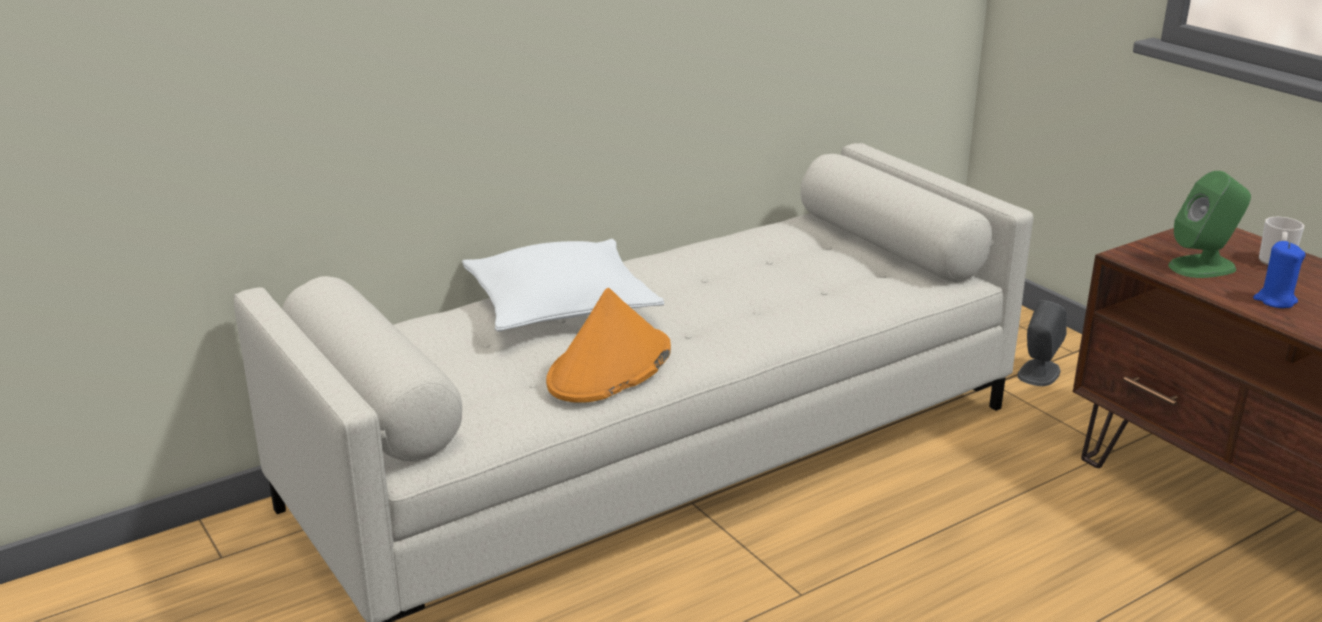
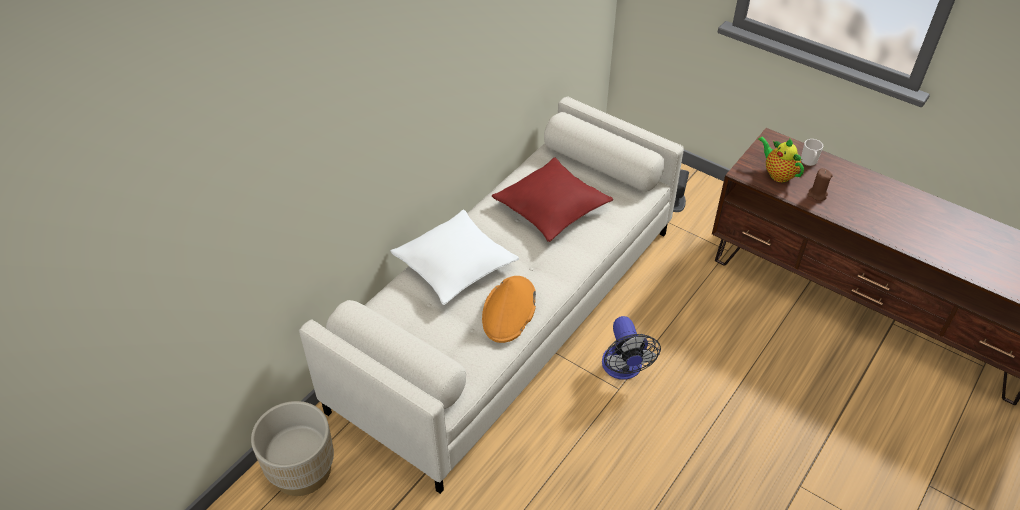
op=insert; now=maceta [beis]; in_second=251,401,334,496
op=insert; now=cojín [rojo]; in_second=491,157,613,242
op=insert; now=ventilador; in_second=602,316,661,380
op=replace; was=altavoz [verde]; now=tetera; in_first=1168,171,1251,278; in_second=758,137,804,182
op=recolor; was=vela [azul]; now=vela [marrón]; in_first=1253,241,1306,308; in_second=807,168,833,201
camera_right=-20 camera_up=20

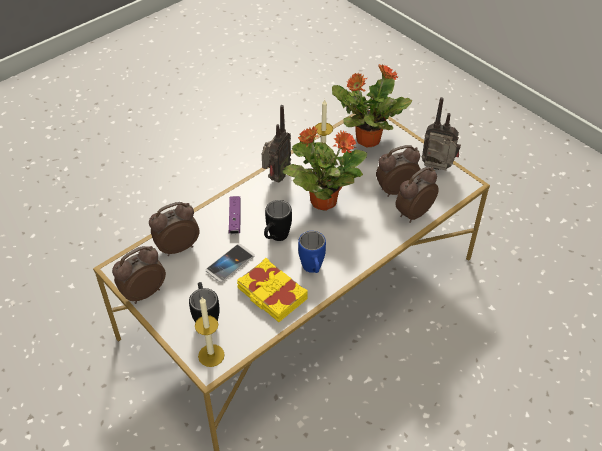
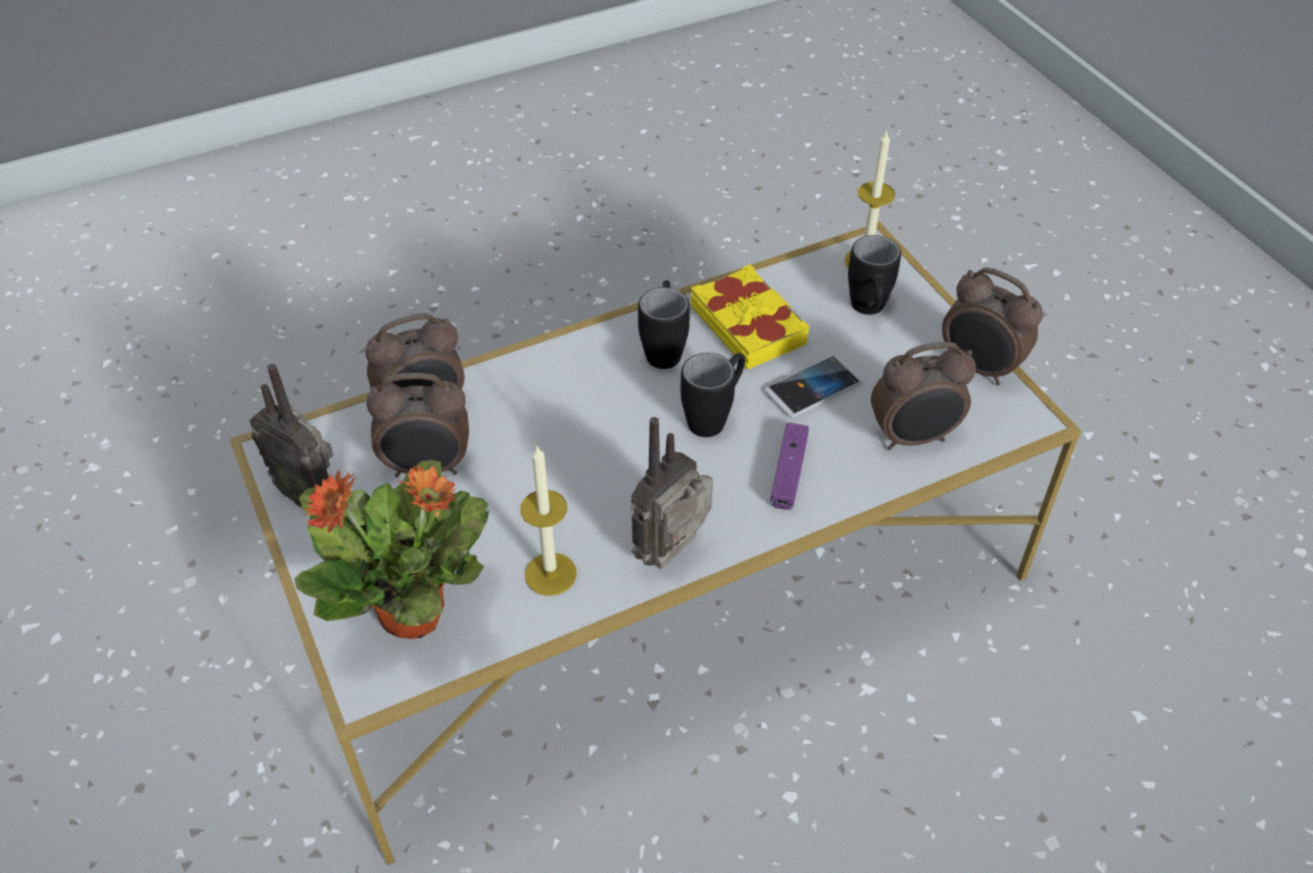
op=recolor; was=taza grande [azul]; now=taza grande [negro]; in_first=298,231,326,273; in_second=638,280,690,369
op=rotate; was=despertador; in_first=112,246,166,304; in_second=942,268,1043,385; clockwise=60
op=delete; was=planta en maceta; in_first=283,126,367,211
camera_right=-165 camera_up=0

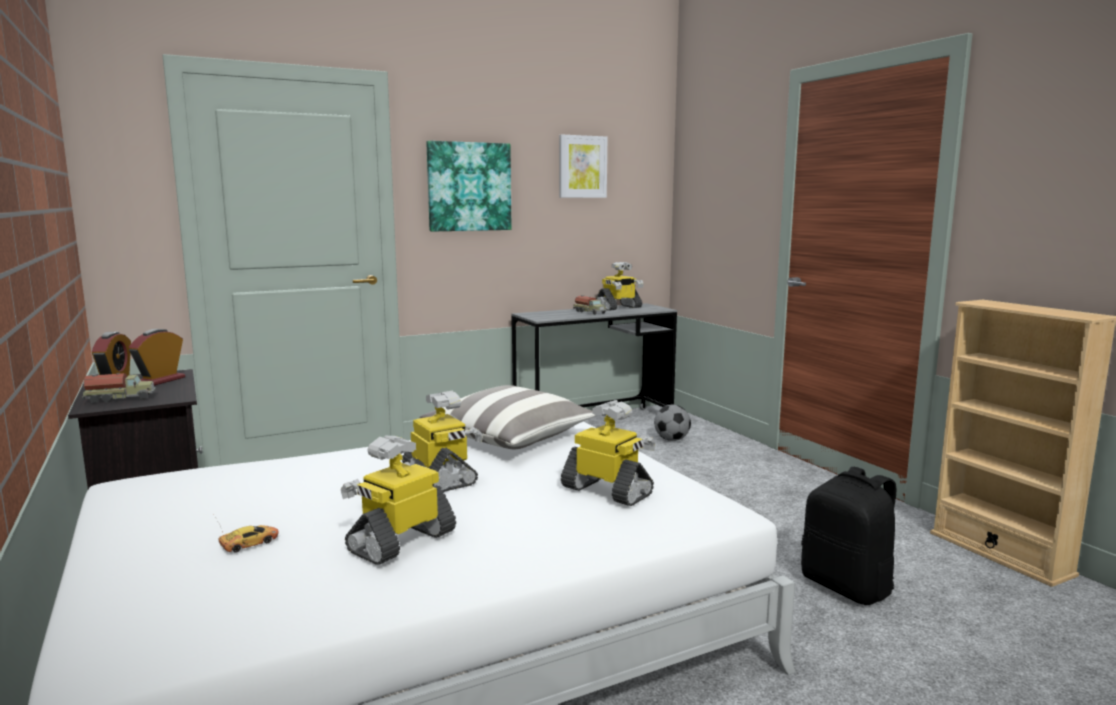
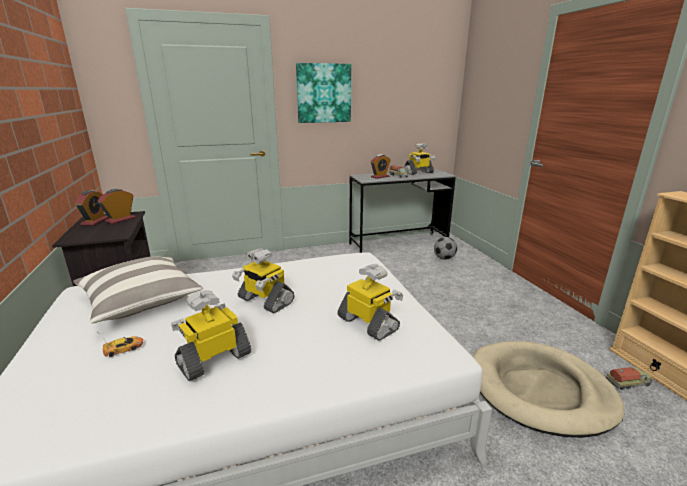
op=move; was=cojín; in_first=420,385,597,449; in_second=73,256,203,323
op=rotate; was=robot de juguete; in_first=402,390,483,492; in_second=232,248,294,313; clockwise=150
op=insert; now=despertador; in_second=371,155,391,179
op=replace; was=mochila [negro]; now=cama para perro [beis]; in_first=801,467,897,605; in_second=473,341,625,438
op=move; was=camión de juguete; in_first=82,373,156,403; in_second=606,367,653,390
op=delete; was=cuadro; in_first=559,135,607,198
camera_right=10 camera_up=10

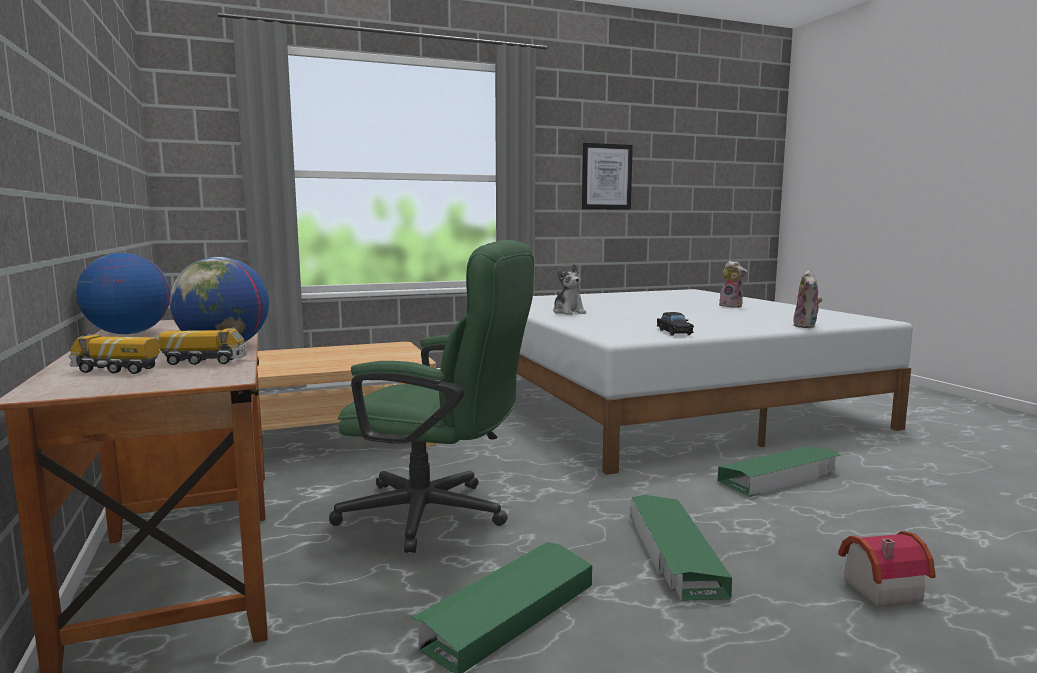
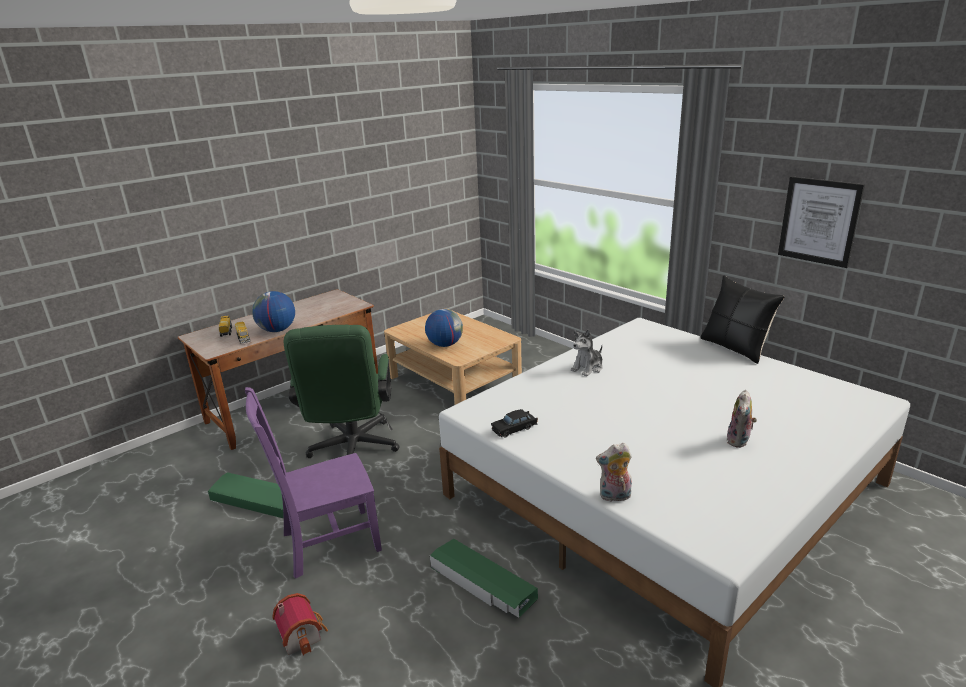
op=replace; was=caja de almacenaje [verde]; now=silla [morado]; in_first=631,495,732,601; in_second=245,387,382,579
op=move; was=globo terráqueo; in_first=76,253,170,334; in_second=425,309,463,347
op=insert; now=cojín [negro]; in_second=701,276,785,364
camera_right=70 camera_up=15

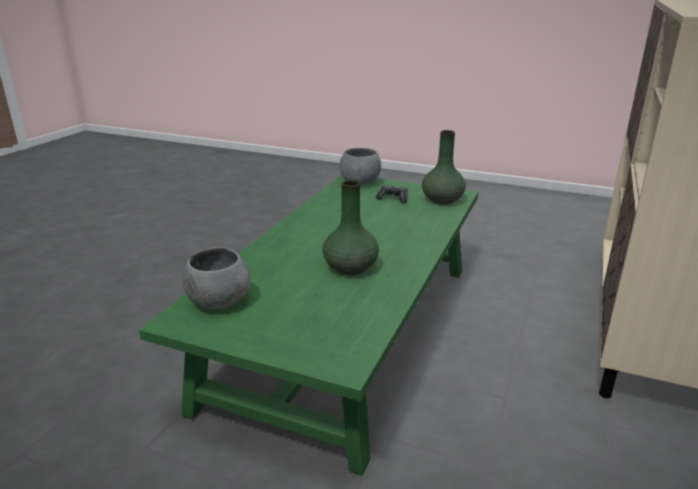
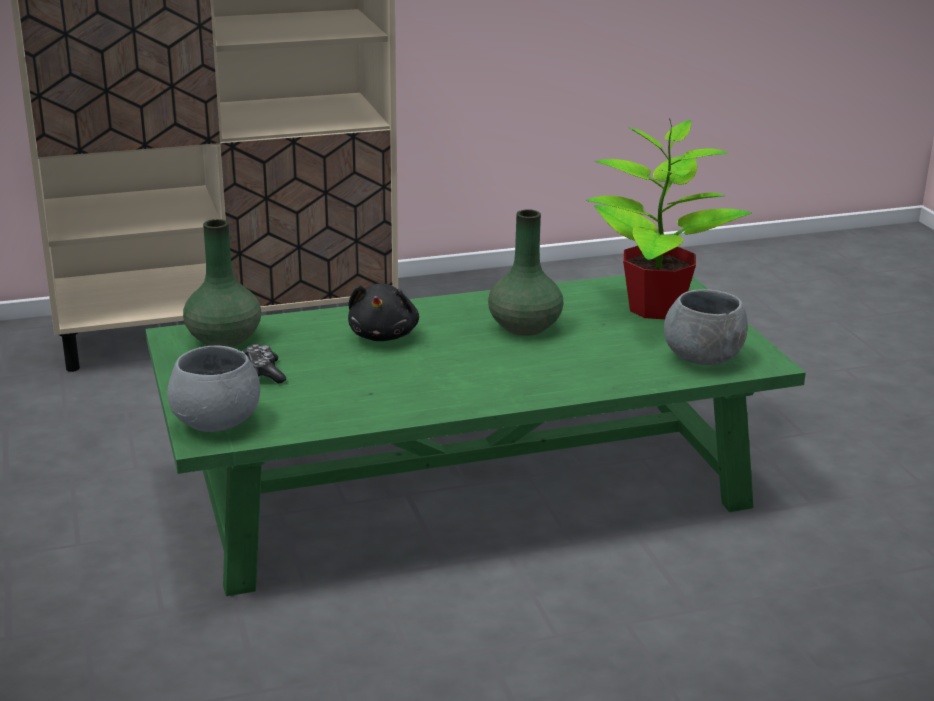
op=insert; now=peluche [negro]; in_second=348,284,419,341
op=insert; now=planta en maceta; in_second=586,118,752,319
camera_right=-130 camera_up=0

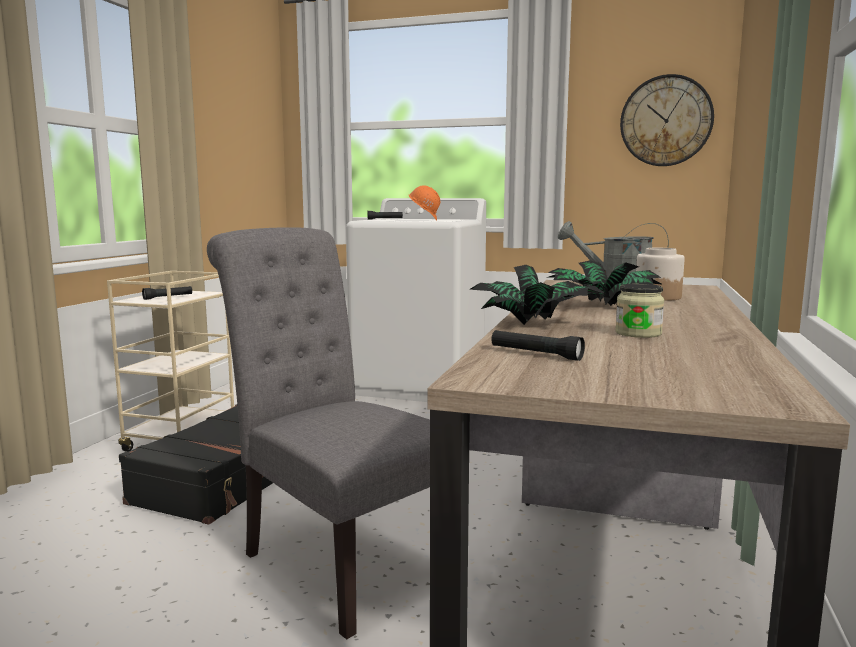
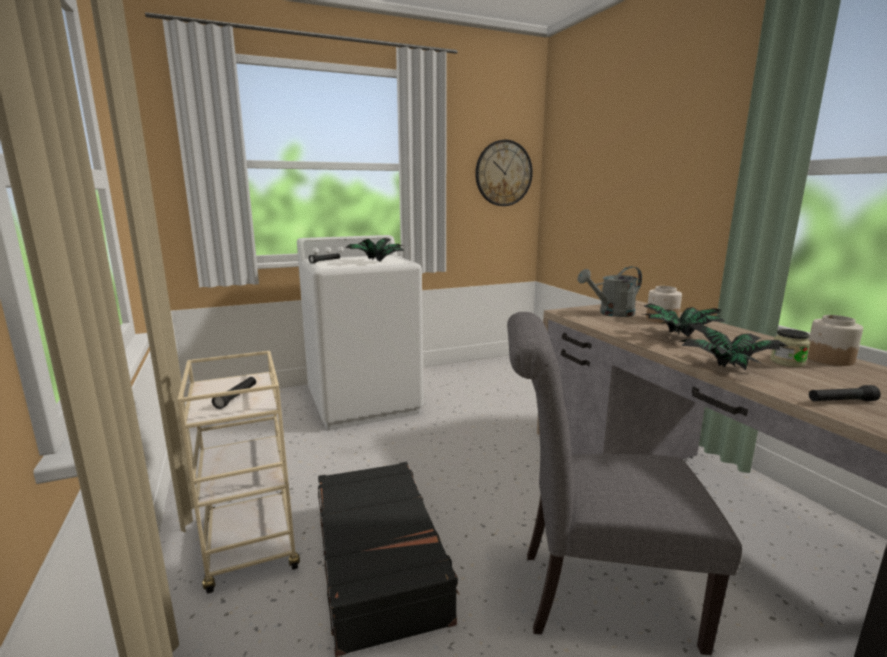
op=replace; was=casco [naranja]; now=planta en maceta; in_first=409,185,441,221; in_second=346,238,404,262
op=insert; now=tarro; in_second=807,315,863,366
camera_right=-40 camera_up=5

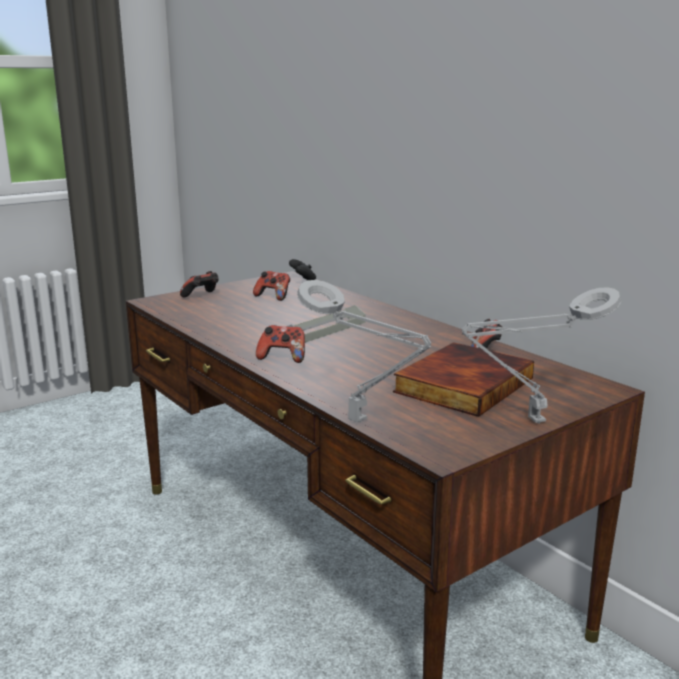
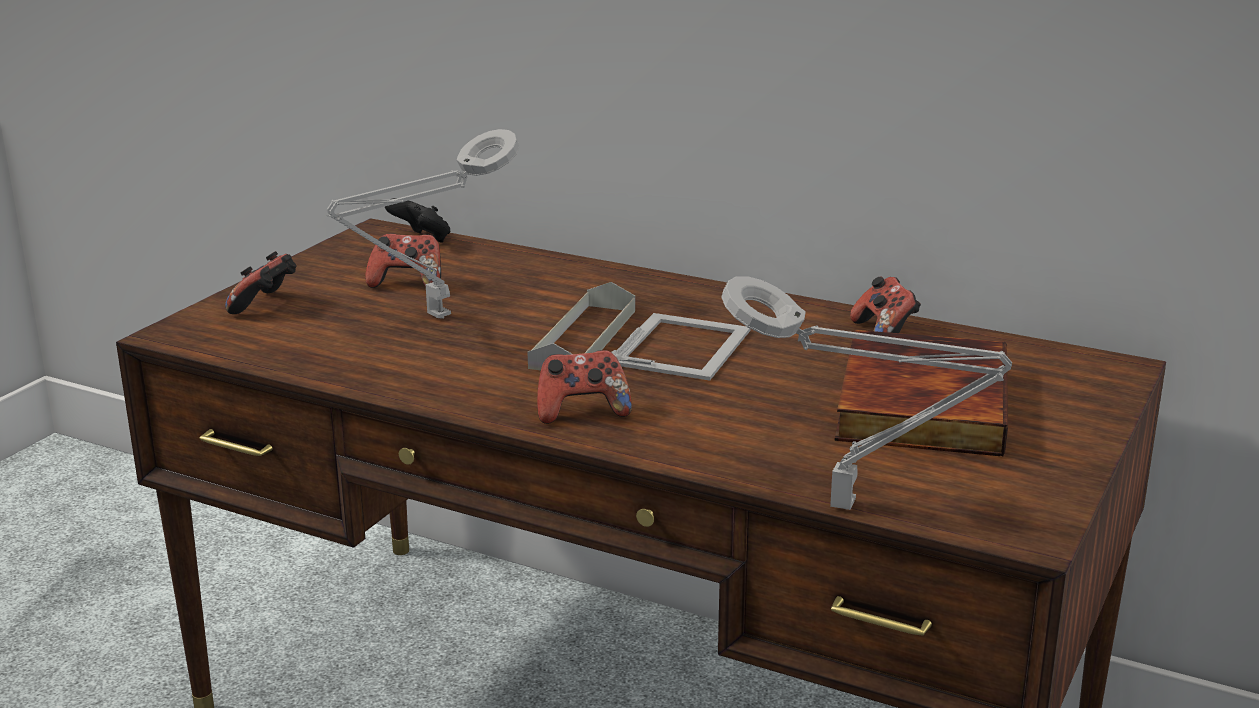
op=move; was=lámpara de mesa [gris]; in_first=462,287,621,423; in_second=326,129,520,319
op=insert; now=portarretratos; in_second=611,313,751,381
camera_right=-25 camera_up=5

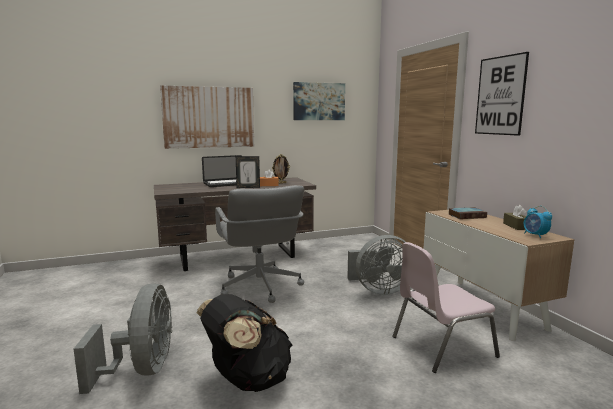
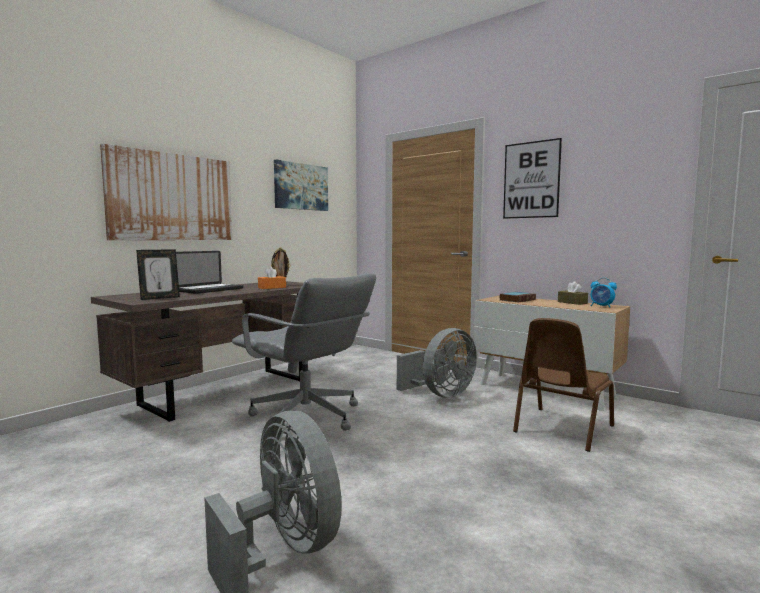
op=move; was=portarretratos; in_first=236,156,260,188; in_second=136,249,180,300
op=recolor; was=silla [rosa]; now=silla [marrón]; in_first=392,242,500,373; in_second=513,318,614,452
op=delete; was=mochila [negro]; in_first=197,294,292,392
camera_right=-30 camera_up=-5

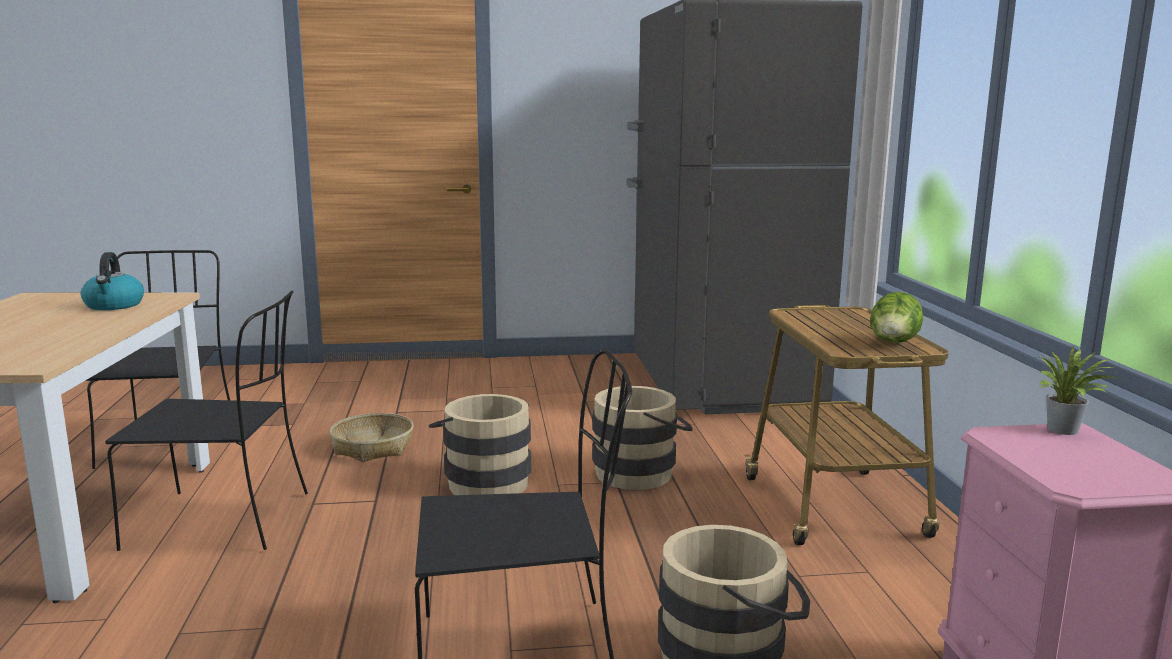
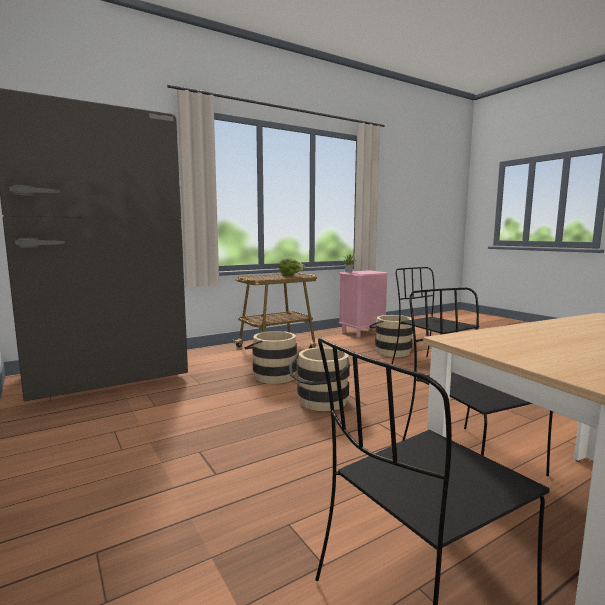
op=delete; was=hervidor; in_first=81,252,144,310
op=delete; was=cesta; in_first=330,413,414,462
camera_right=-115 camera_up=-5

